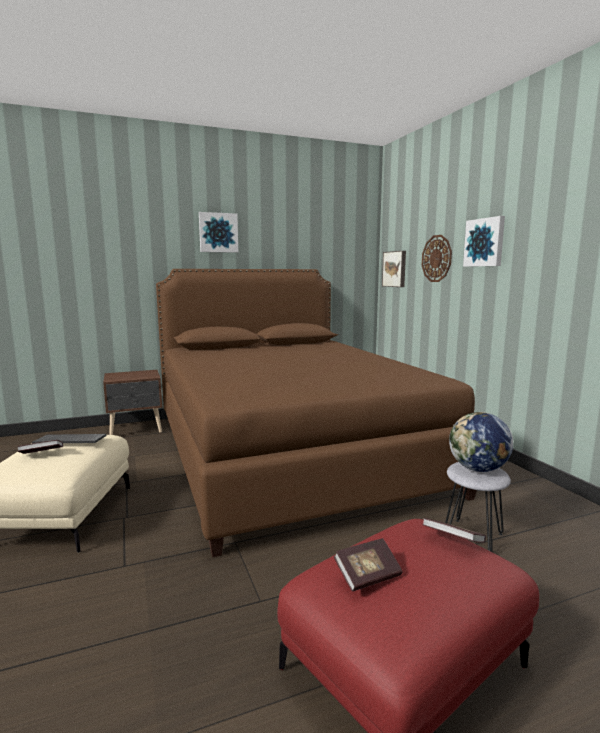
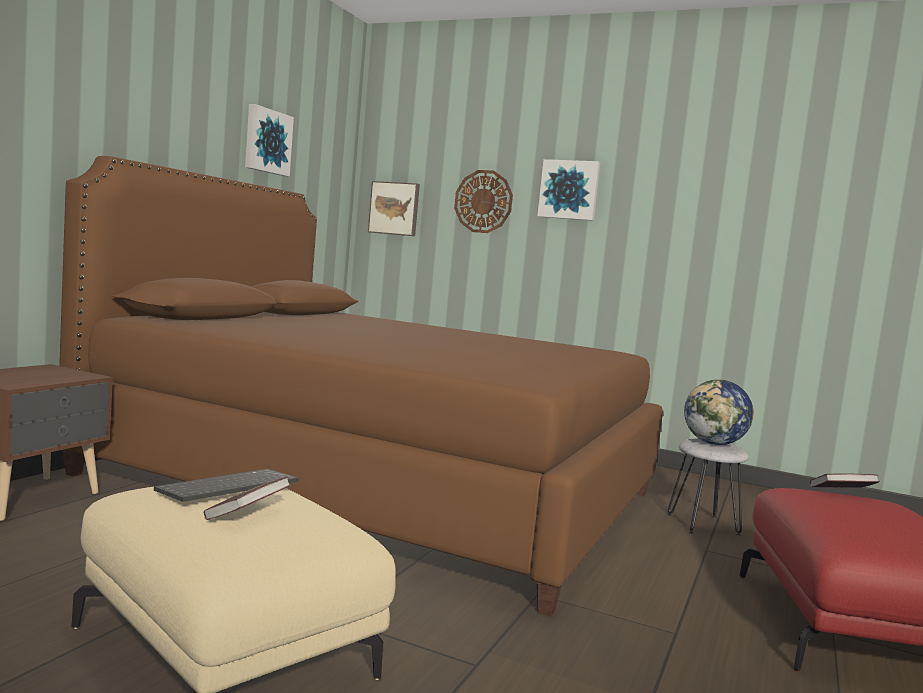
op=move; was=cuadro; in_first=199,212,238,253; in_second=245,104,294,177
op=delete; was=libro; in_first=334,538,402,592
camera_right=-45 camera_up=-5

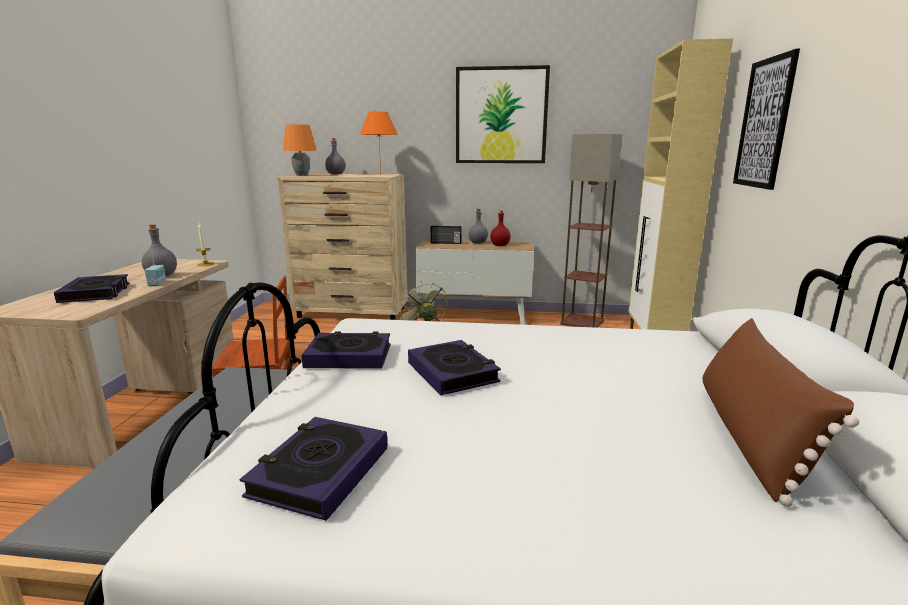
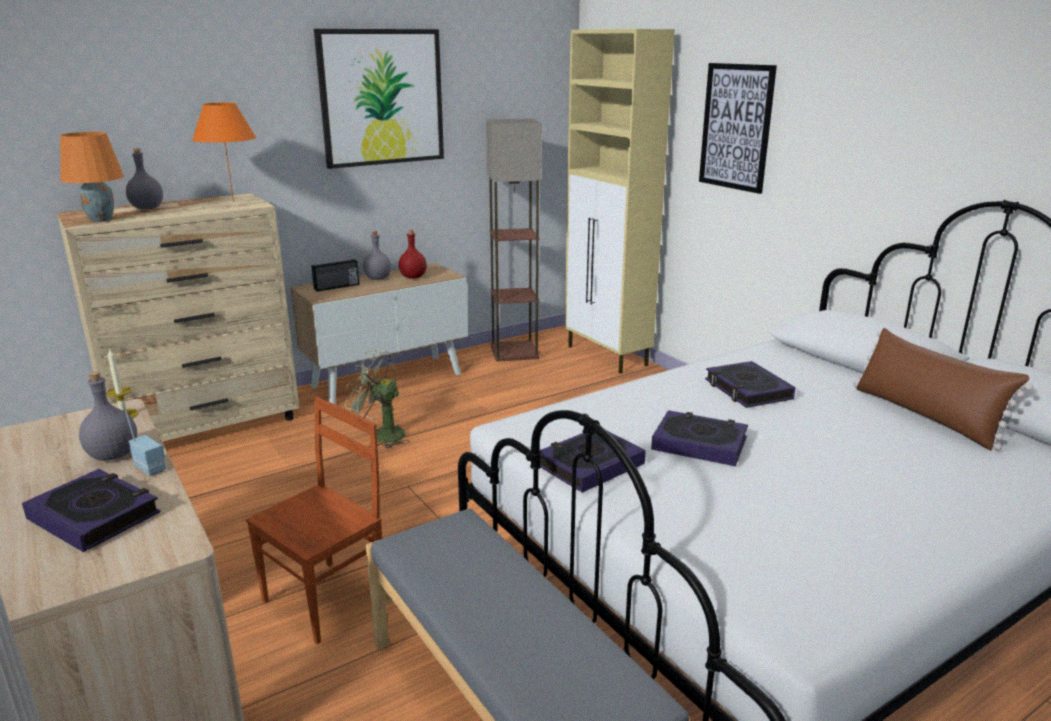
op=move; was=libro; in_first=240,417,387,521; in_second=705,361,795,408
camera_right=-40 camera_up=5

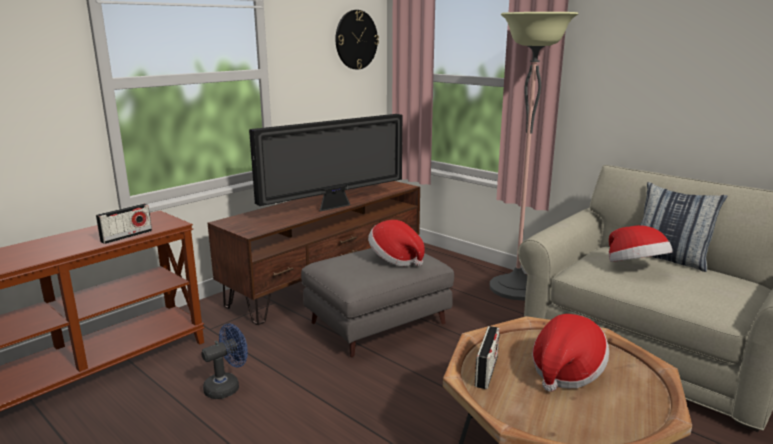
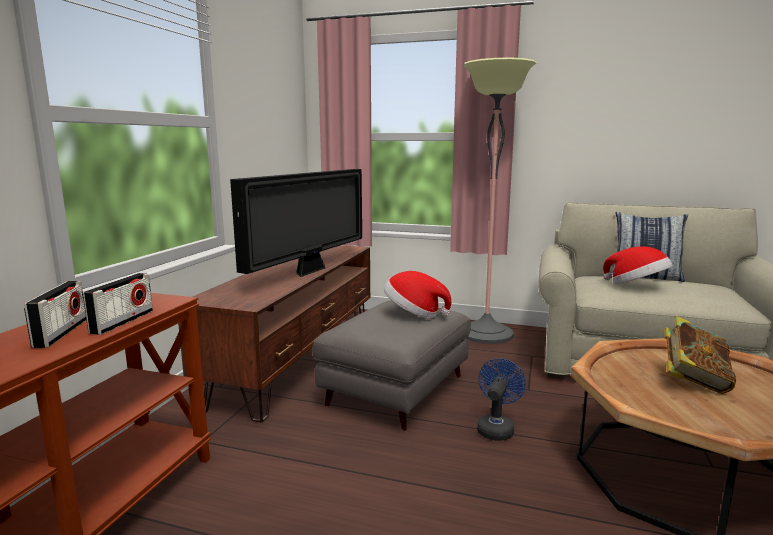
op=move; was=radio; in_first=475,326,500,389; in_second=24,281,86,348
op=move; was=ventilador [azul]; in_first=201,323,248,399; in_second=477,359,526,441
op=replace; was=sombrero; now=libro; in_first=533,314,609,392; in_second=664,316,736,394
op=delete; was=reloj de pared; in_first=335,10,379,69
camera_right=-25 camera_up=-5

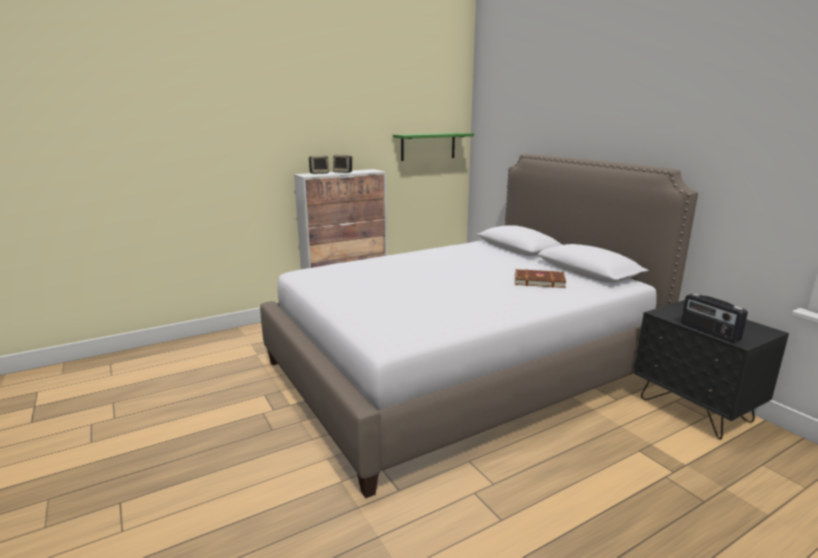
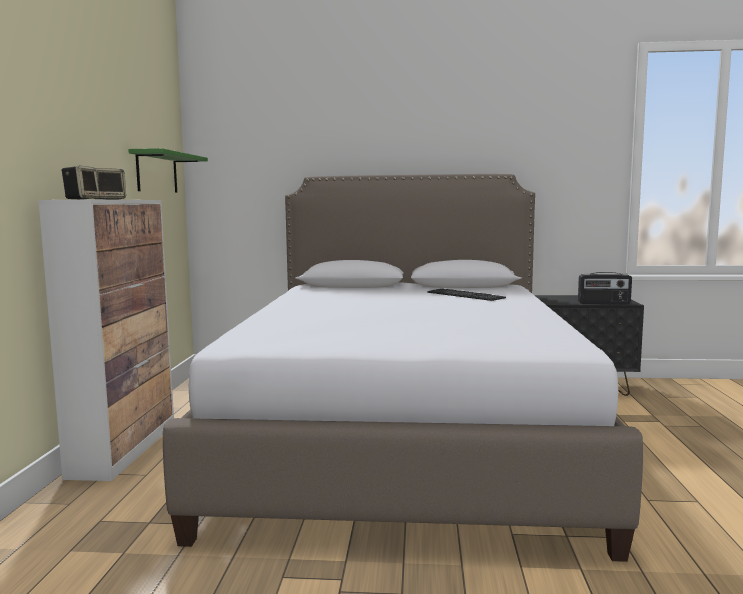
op=replace; was=libro [marrón]; now=teclado; in_first=515,269,566,288; in_second=427,288,506,301
camera_right=-55 camera_up=-10

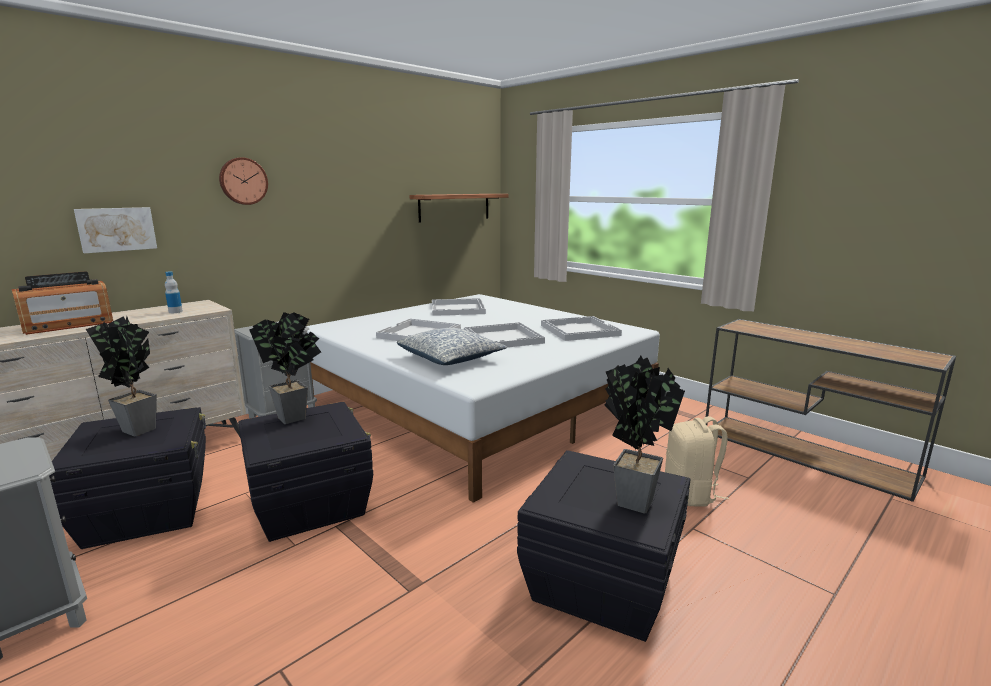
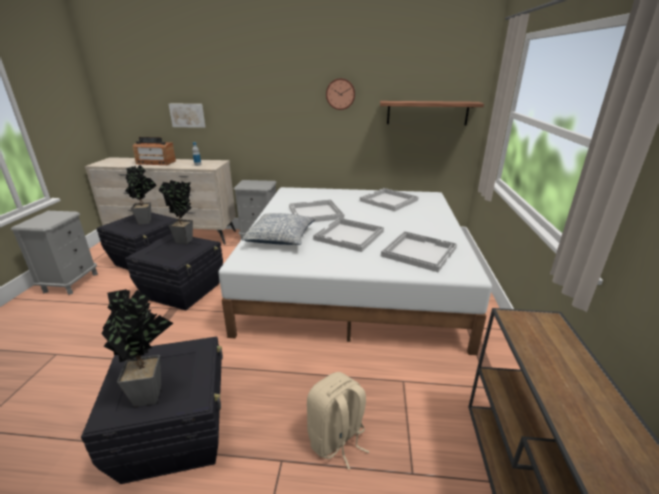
op=move; was=reloj de pared; in_first=219,157,268,205; in_second=326,78,355,110
camera_right=50 camera_up=10

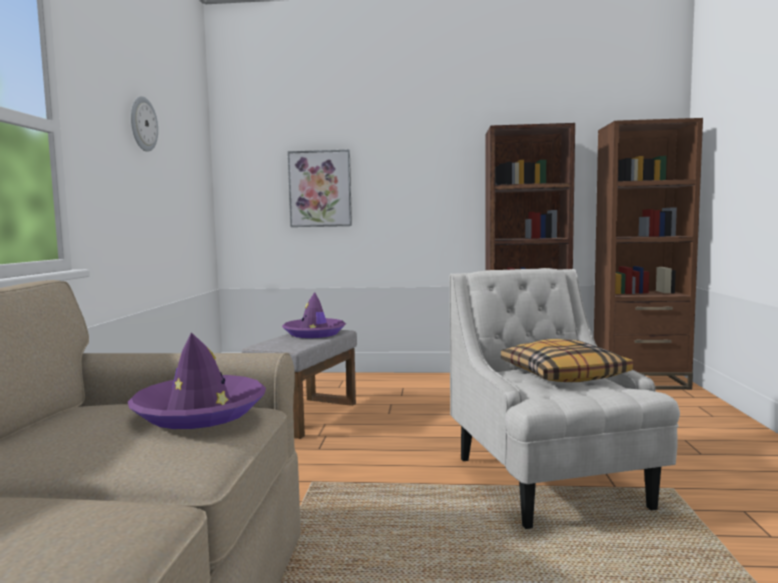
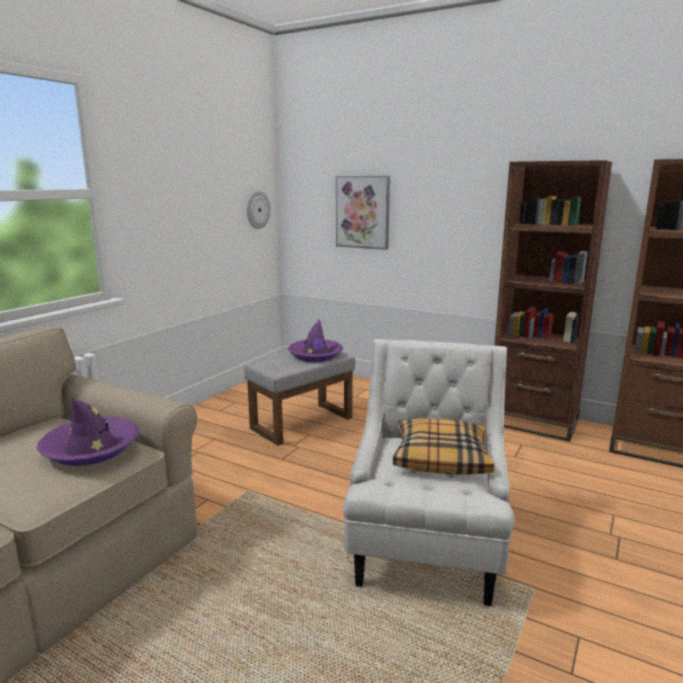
op=move; was=reloj de pared; in_first=131,96,158,152; in_second=247,191,270,229
camera_right=25 camera_up=10

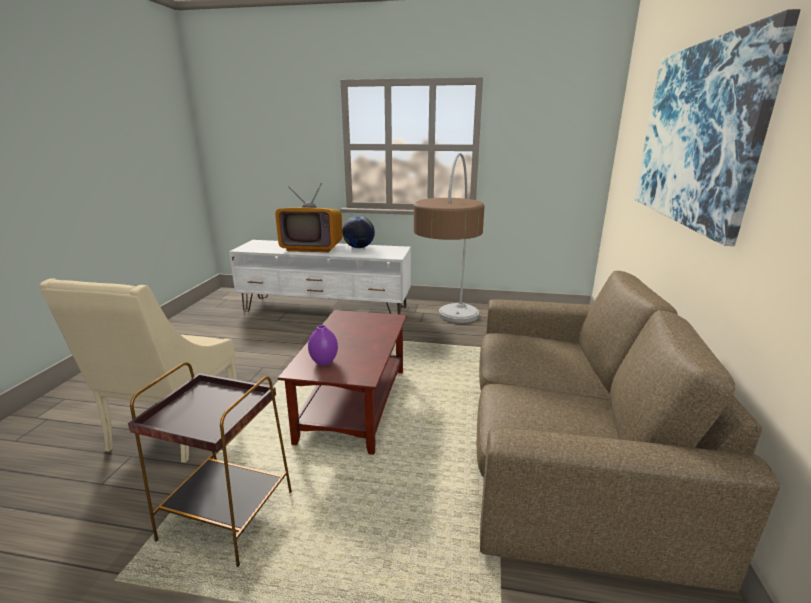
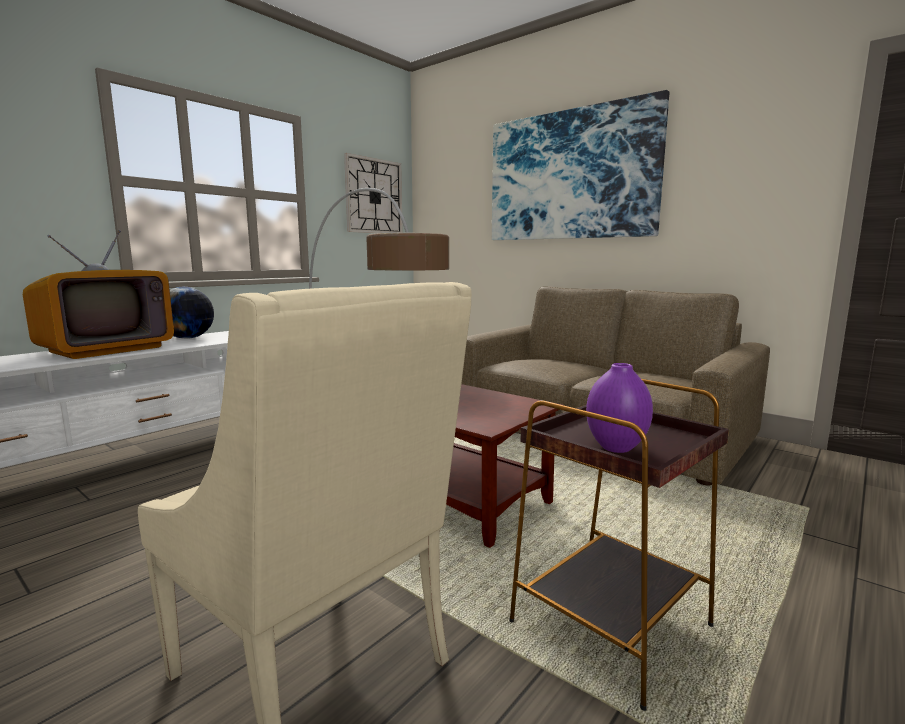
op=insert; now=reloj de pared; in_second=344,153,403,233
op=move; was=florero [morado]; in_first=308,325,338,366; in_second=586,363,653,453
camera_right=-60 camera_up=-10

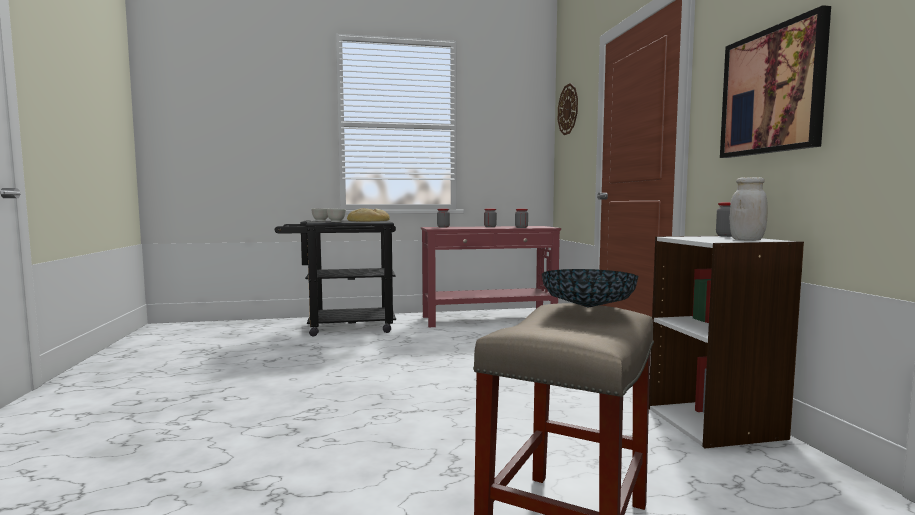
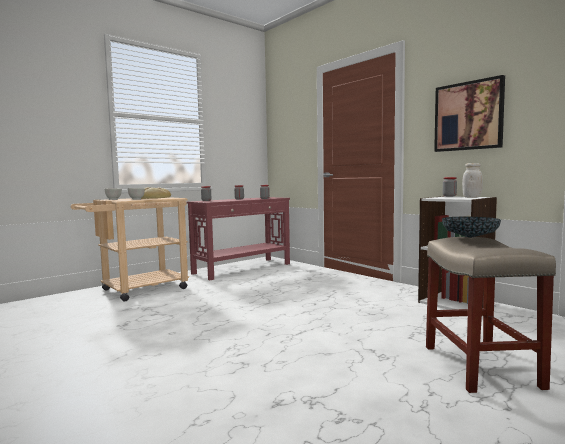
op=recolor; was=carrito [negro]; now=carrito [beis]; in_first=275,220,396,337; in_second=71,197,189,302
op=delete; was=reloj de pared; in_first=558,83,578,135
camera_right=-30 camera_up=0

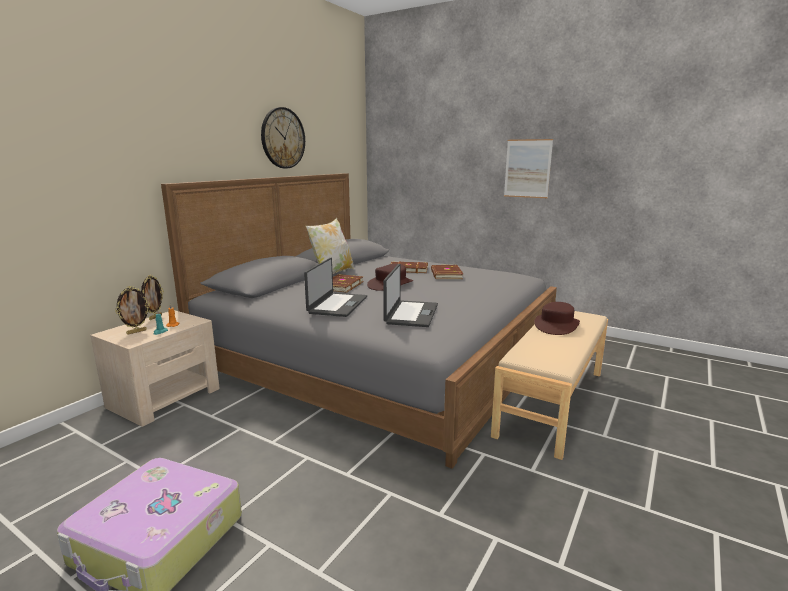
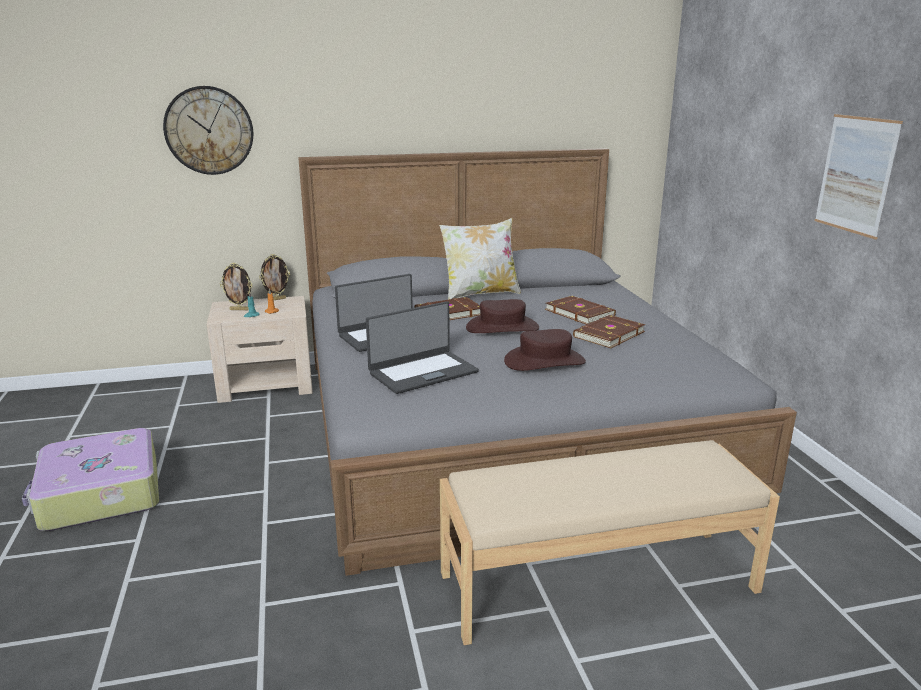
op=move; was=reloj de pared; in_first=261,107,305,168; in_second=163,86,253,175
op=move; was=sombrero [marrón]; in_first=535,302,580,335; in_second=504,329,586,371
camera_right=45 camera_up=5

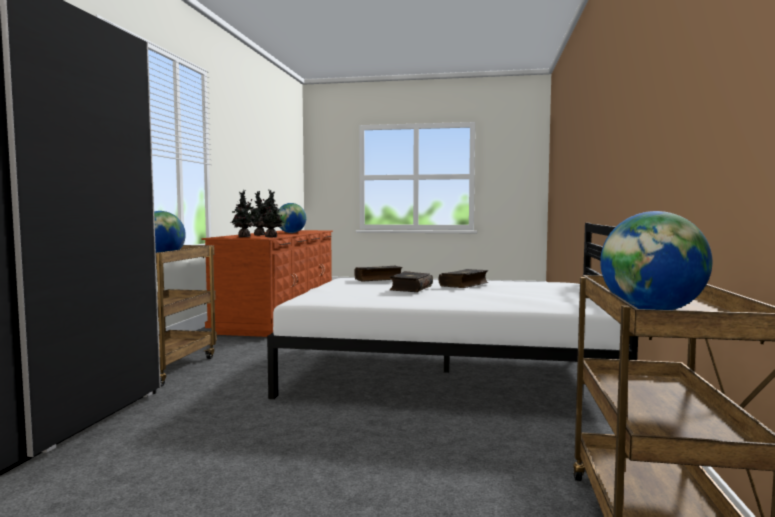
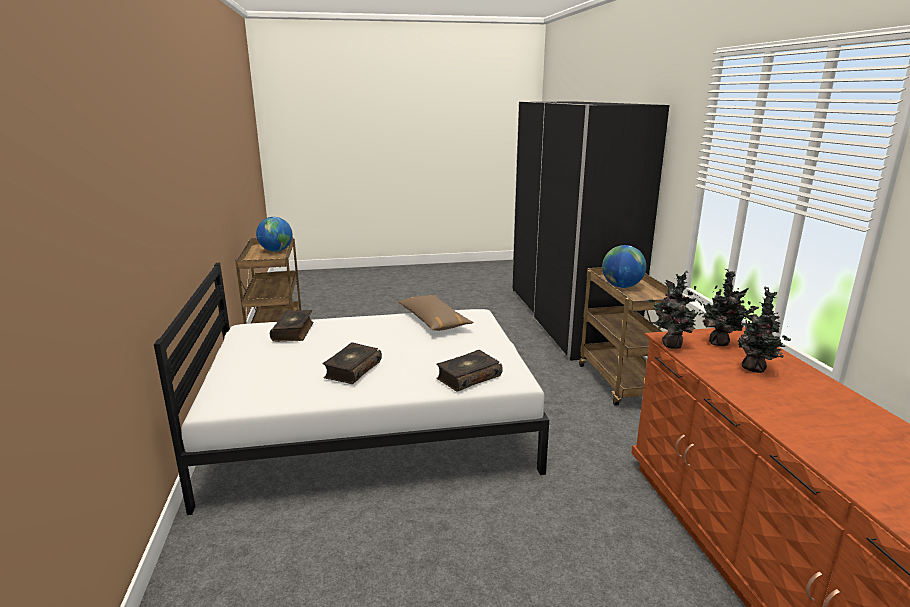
op=move; was=libro; in_first=389,271,433,292; in_second=270,310,314,342
op=insert; now=cojín [marrón]; in_second=398,295,473,331
op=delete; was=globo terráqueo; in_first=278,203,306,233
camera_right=160 camera_up=15

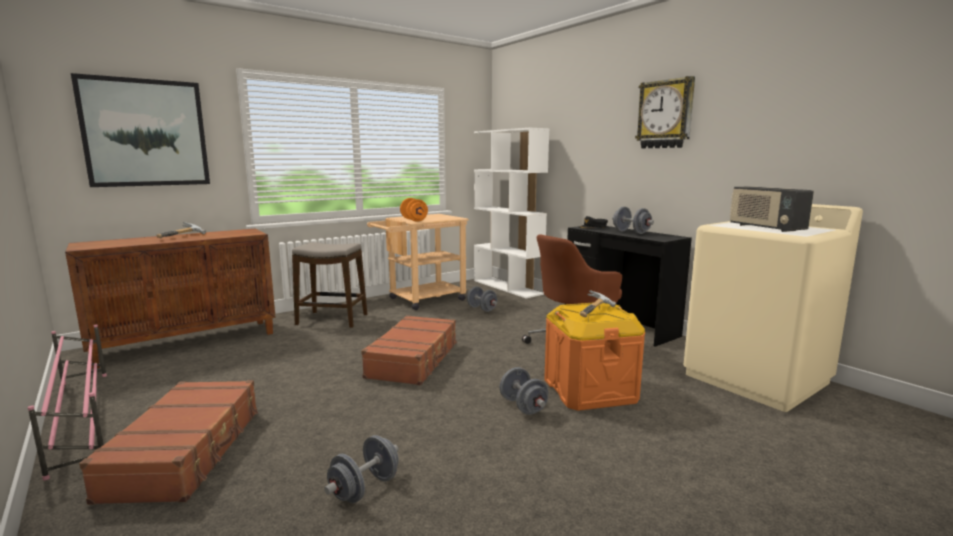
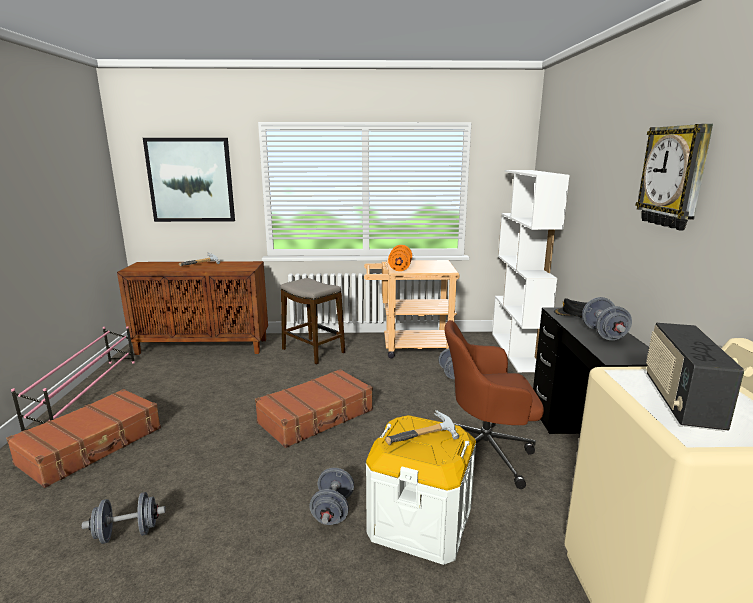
op=recolor; was=caja de almacenaje [naranja]; now=caja de almacenaje [blanco]; in_first=544,303,645,411; in_second=366,415,476,565
camera_right=35 camera_up=5

